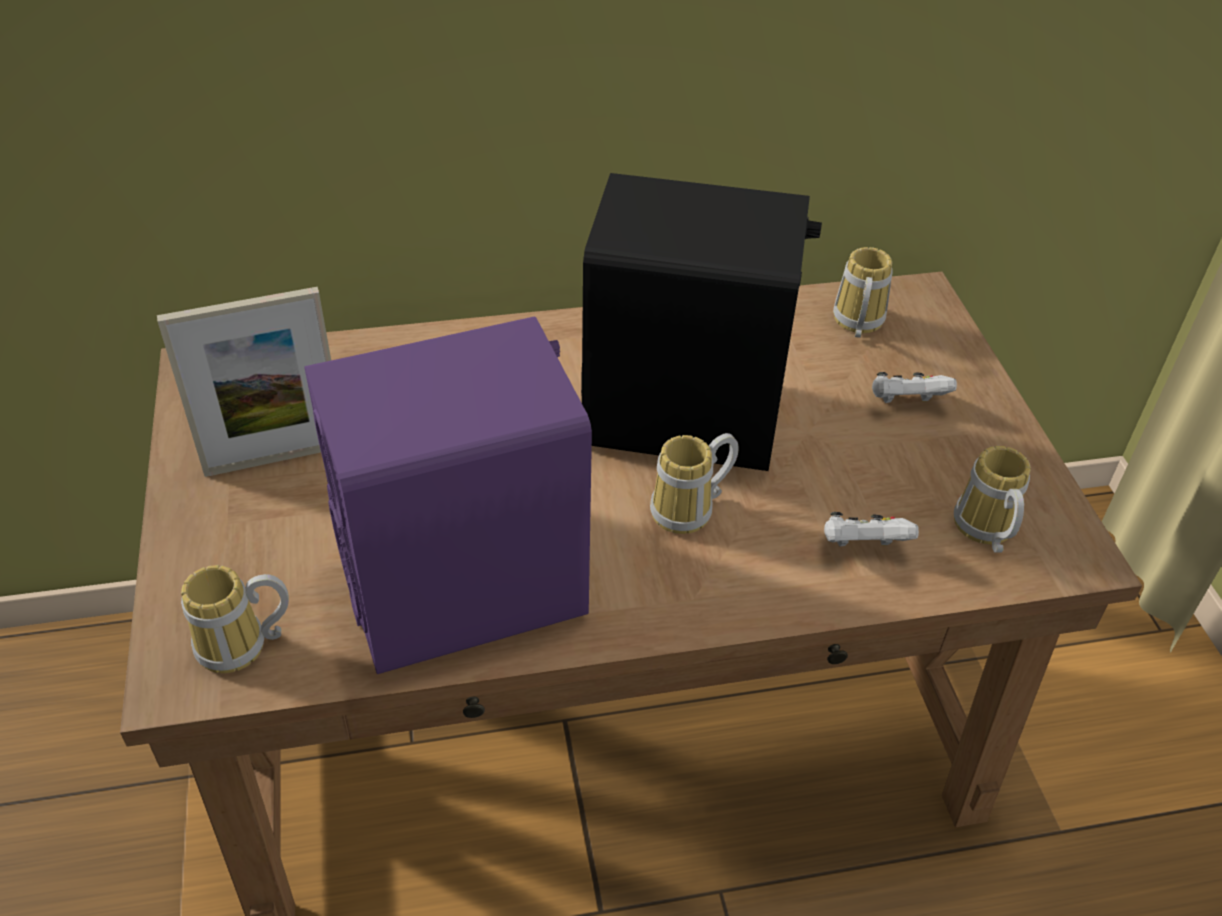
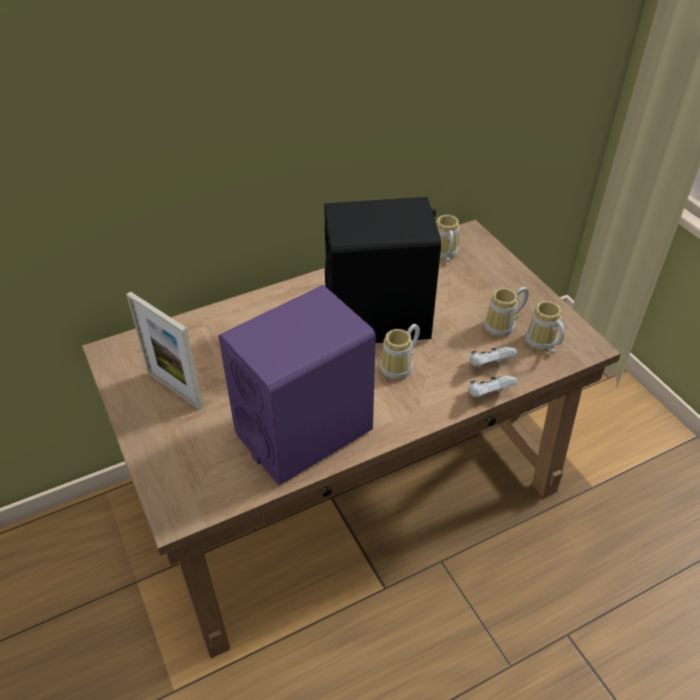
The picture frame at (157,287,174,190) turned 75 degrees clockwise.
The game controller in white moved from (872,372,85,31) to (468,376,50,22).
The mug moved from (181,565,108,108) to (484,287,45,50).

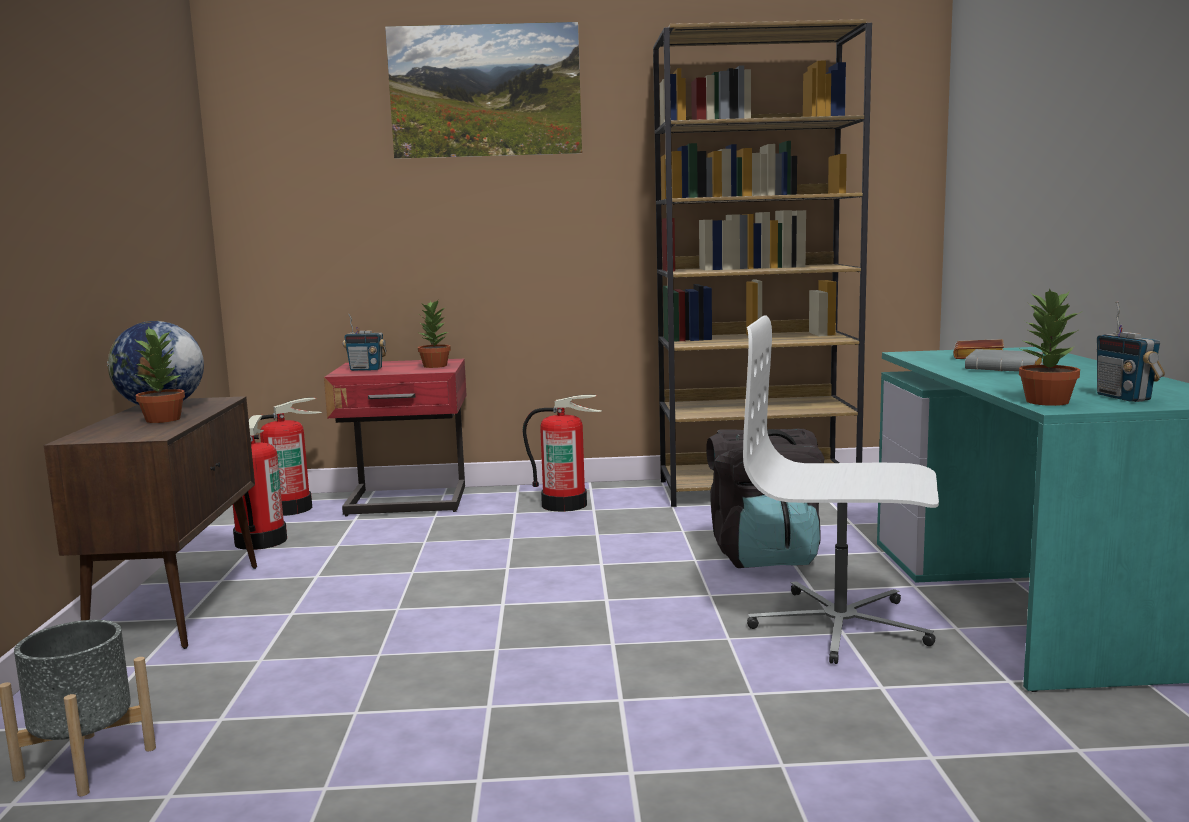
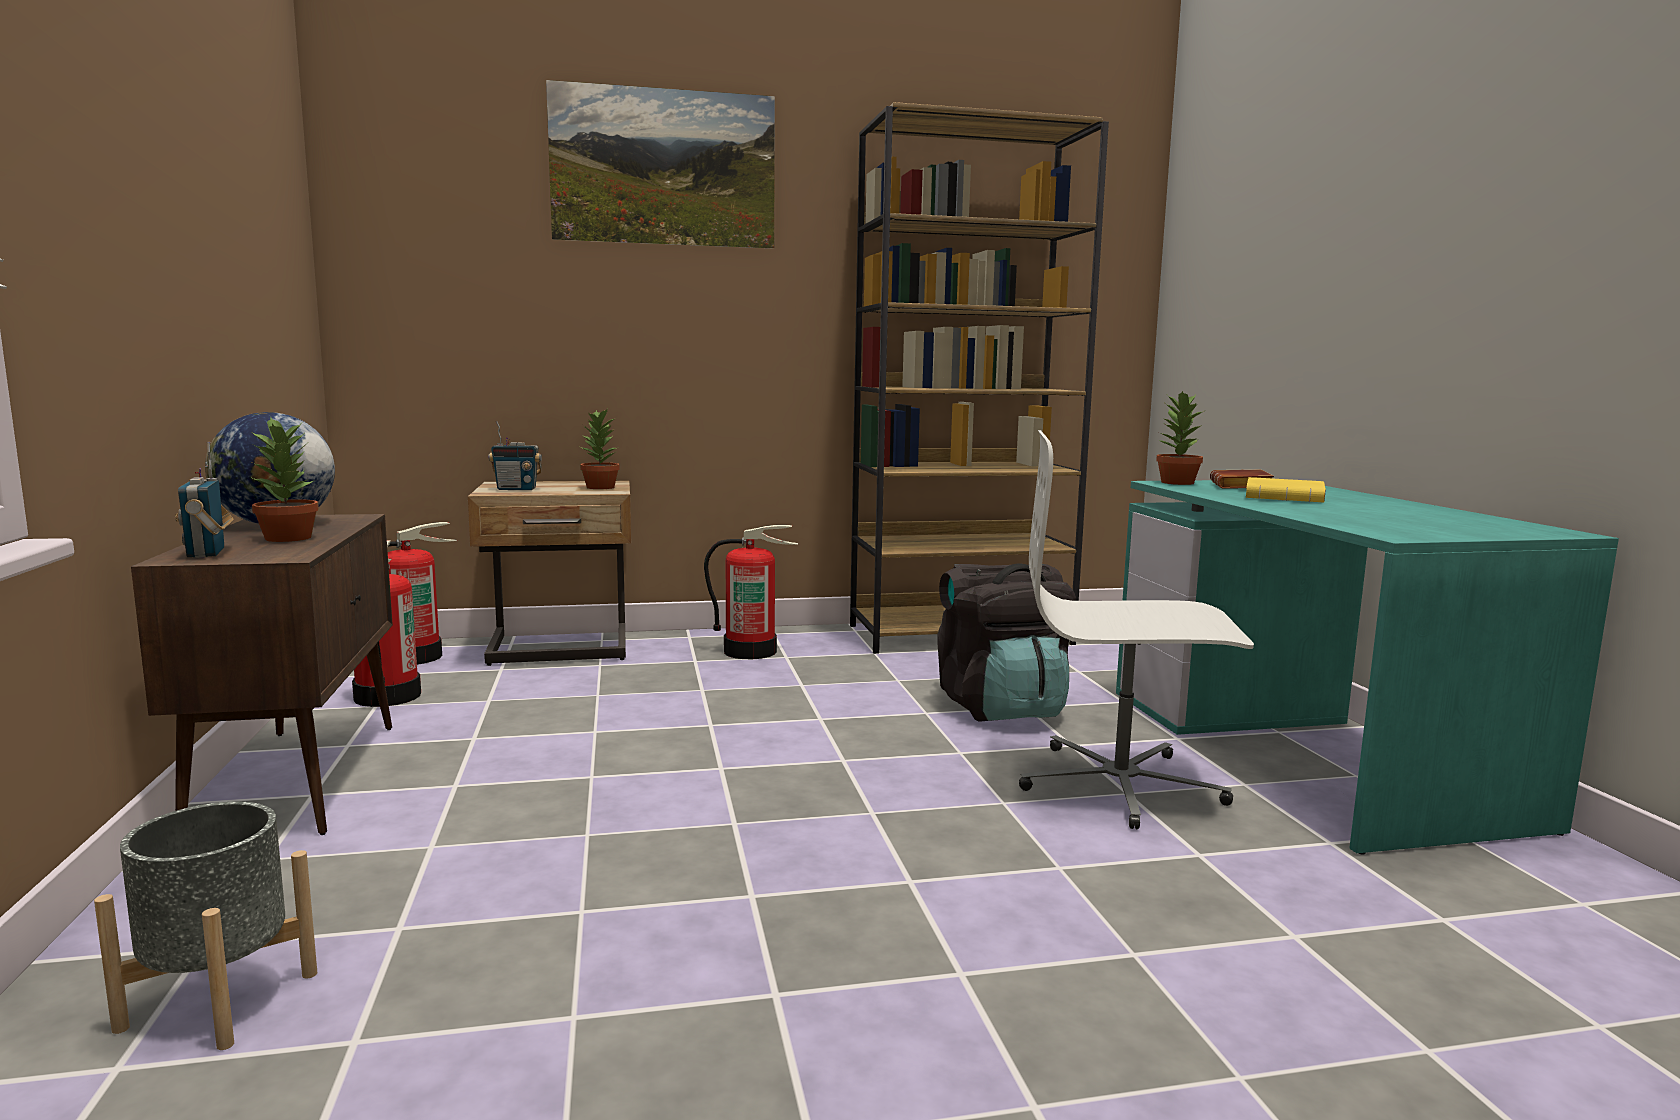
The radio moved from (1097,301,68,101) to (175,442,59,116).
The nightstand in red at (324,359,143,157) became the nightstand in beige at (468,481,163,185).
The potted plant moved from (1018,288,63,118) to (1156,391,48,94).
The book in grey at (965,349,78,23) became the book in yellow at (1246,477,80,25).

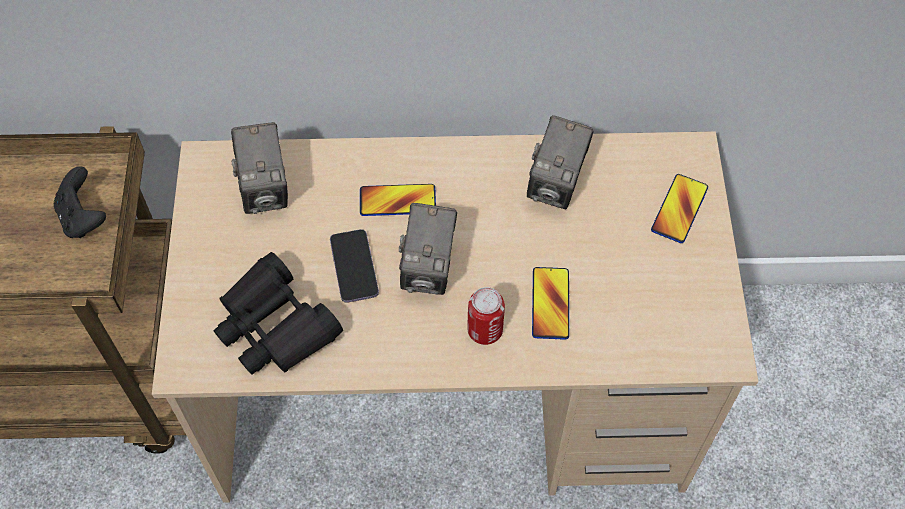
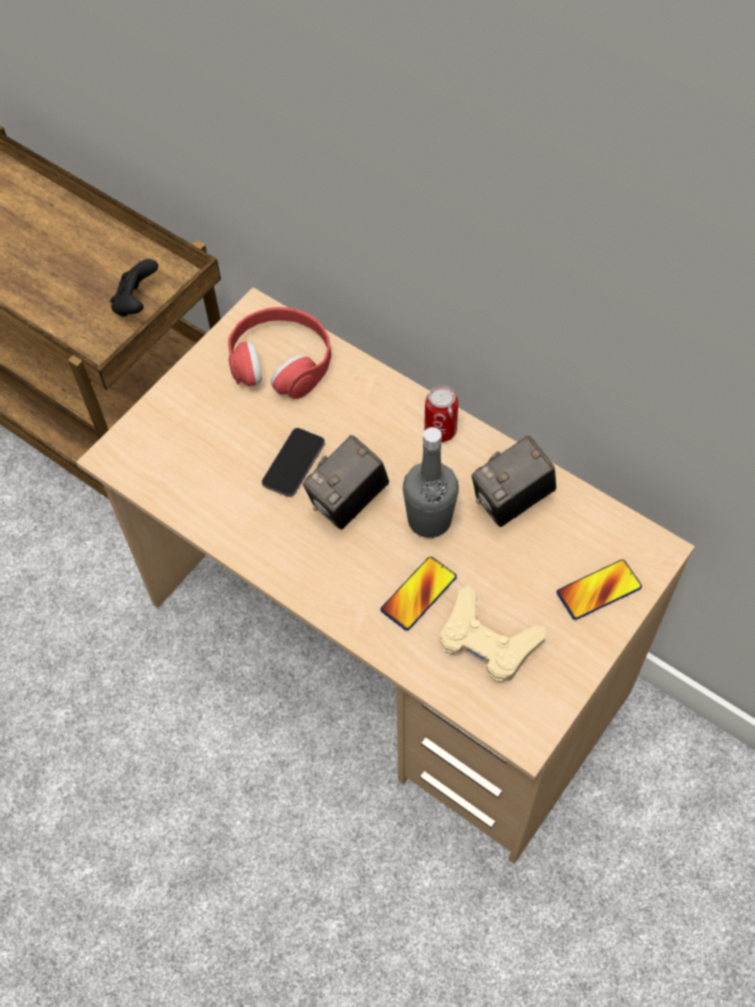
The photo camera at (231,122,57,92) was replaced by the headphones in red at (228,307,103,92).
The bottle in grey at (403,427,56,111) appeared.
The can moved from (467,287,38,58) to (424,385,34,57).
The game controller in beige at (440,585,105,97) appeared.
The binoculars in black at (213,252,130,123) disappeared.
The phone at (360,184,76,32) disappeared.

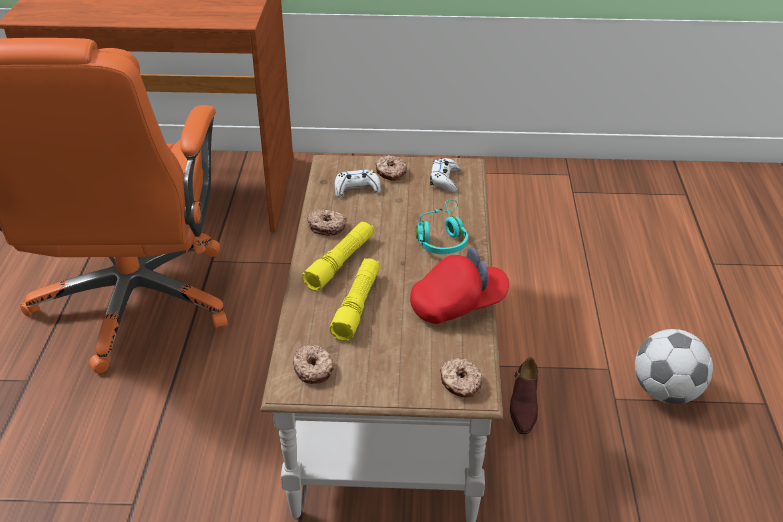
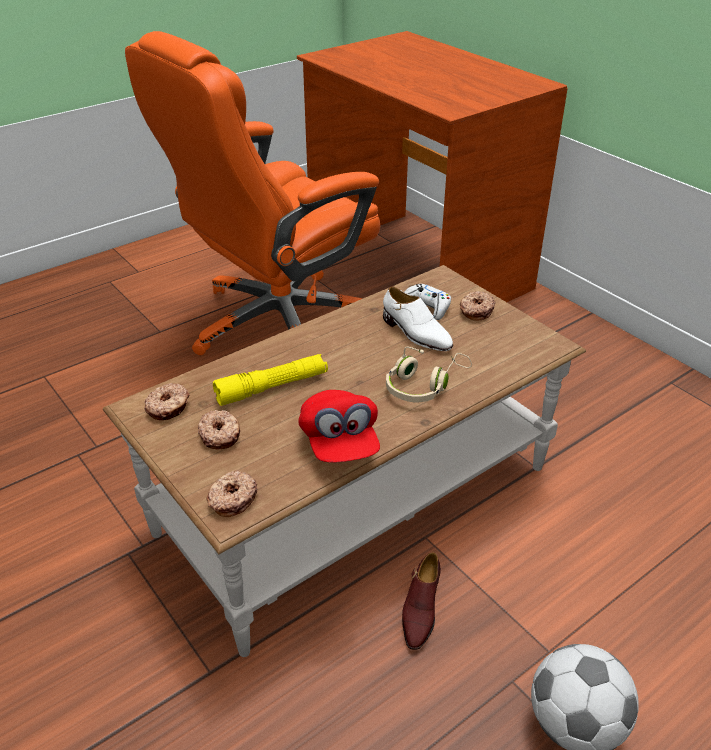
The donut moved from (307,210,40,26) to (198,410,42,40).
The cap in red at (410,247,99,77) turned 45 degrees clockwise.
The shoe in white at (383,286,70,65) appeared.
The headphones in turquoise at (416,200,53,54) became the headphones in beige at (386,347,86,55).
The shoe in brown at (510,357,28,77) turned 45 degrees counterclockwise.
The flashlight in yellow at (302,221,73,70) disappeared.
The game controller in white at (430,158,31,34) disappeared.

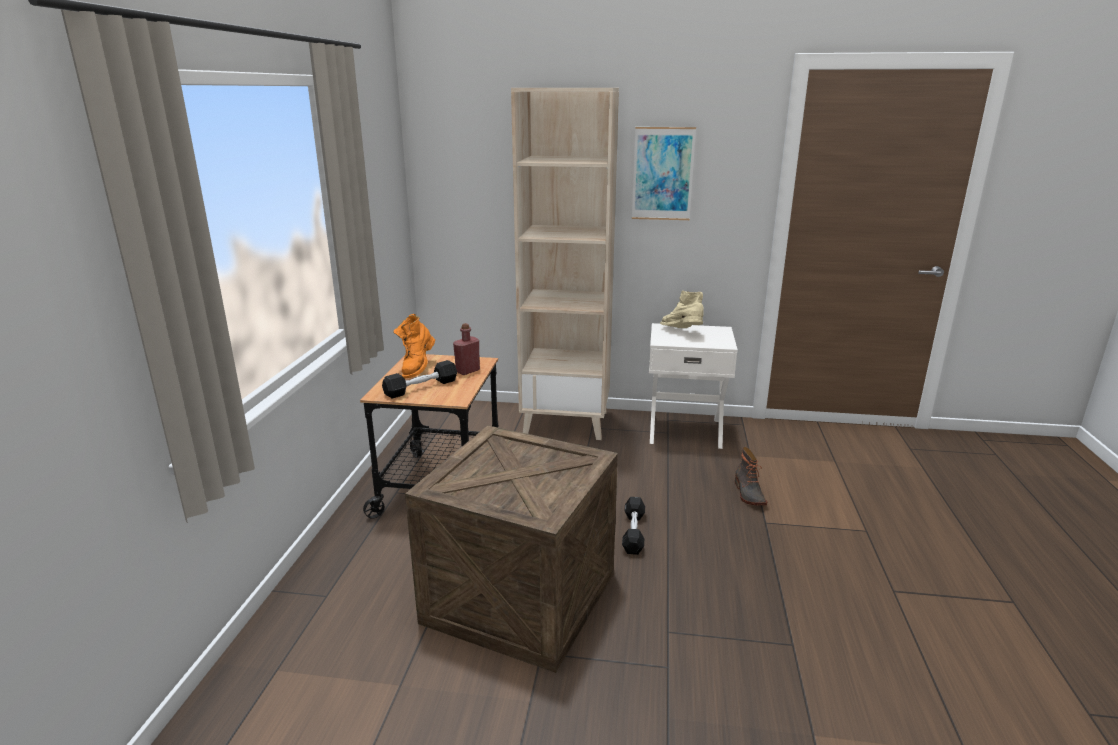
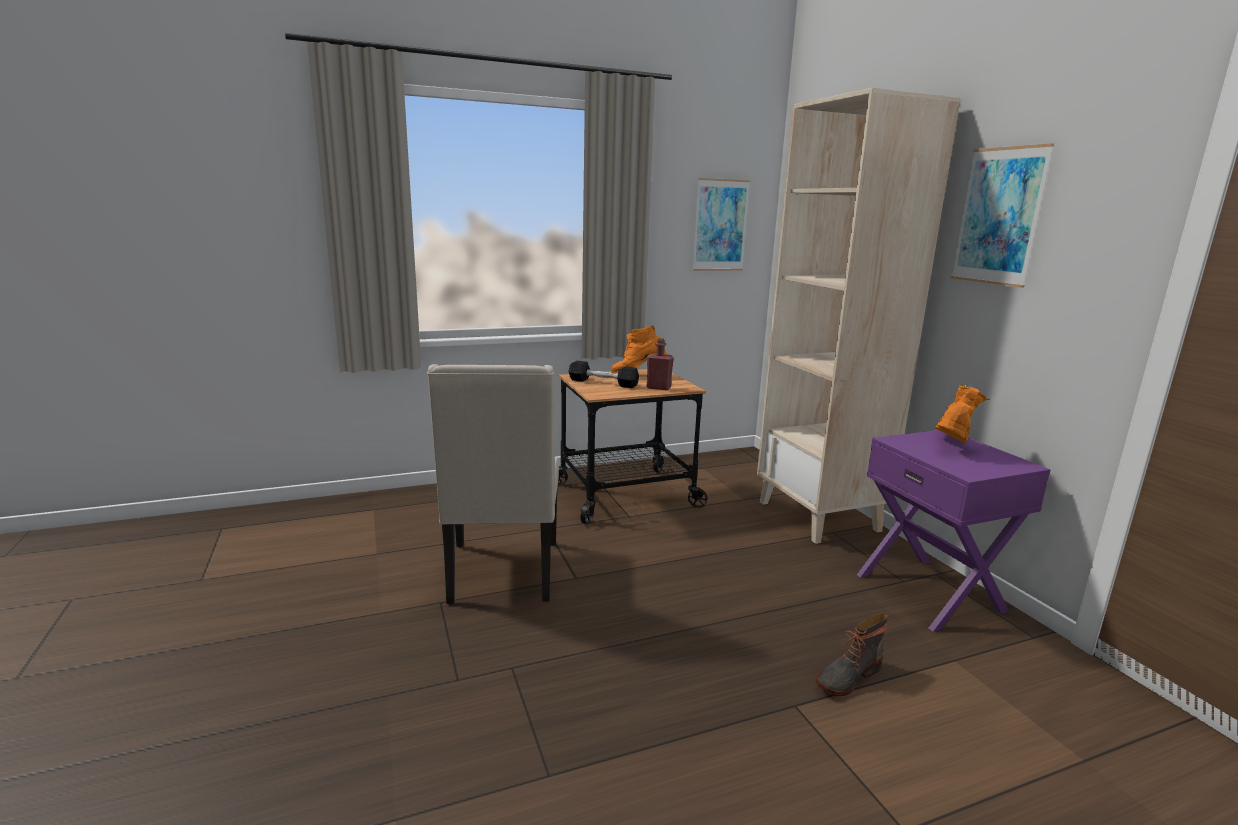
The crate at (405,425,213,248) was replaced by the chair in beige at (427,364,132,240).
The picture at (692,178,58,93) appeared.
The nightstand in white at (649,323,89,126) became the nightstand in purple at (857,430,194,202).
The boot in beige at (660,291,44,37) became the boot in orange at (935,384,55,59).
The dumbbell in black at (622,497,23,58) disappeared.

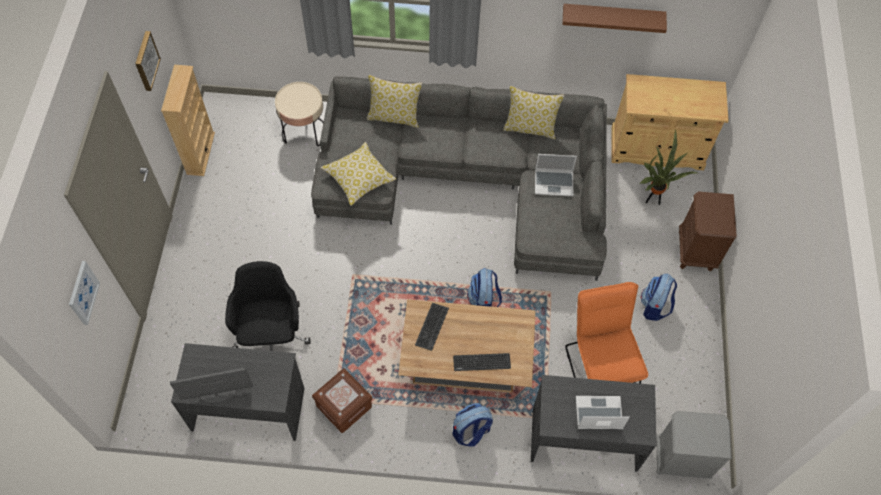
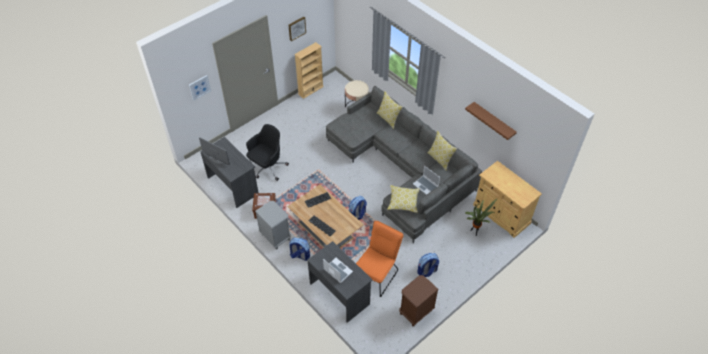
The nightstand in grey moved from (656,411,76,68) to (255,201,36,48).
The pillow moved from (320,142,76,64) to (387,185,33,28).
The nightstand in brown moved from (679,191,58,81) to (399,275,40,51).

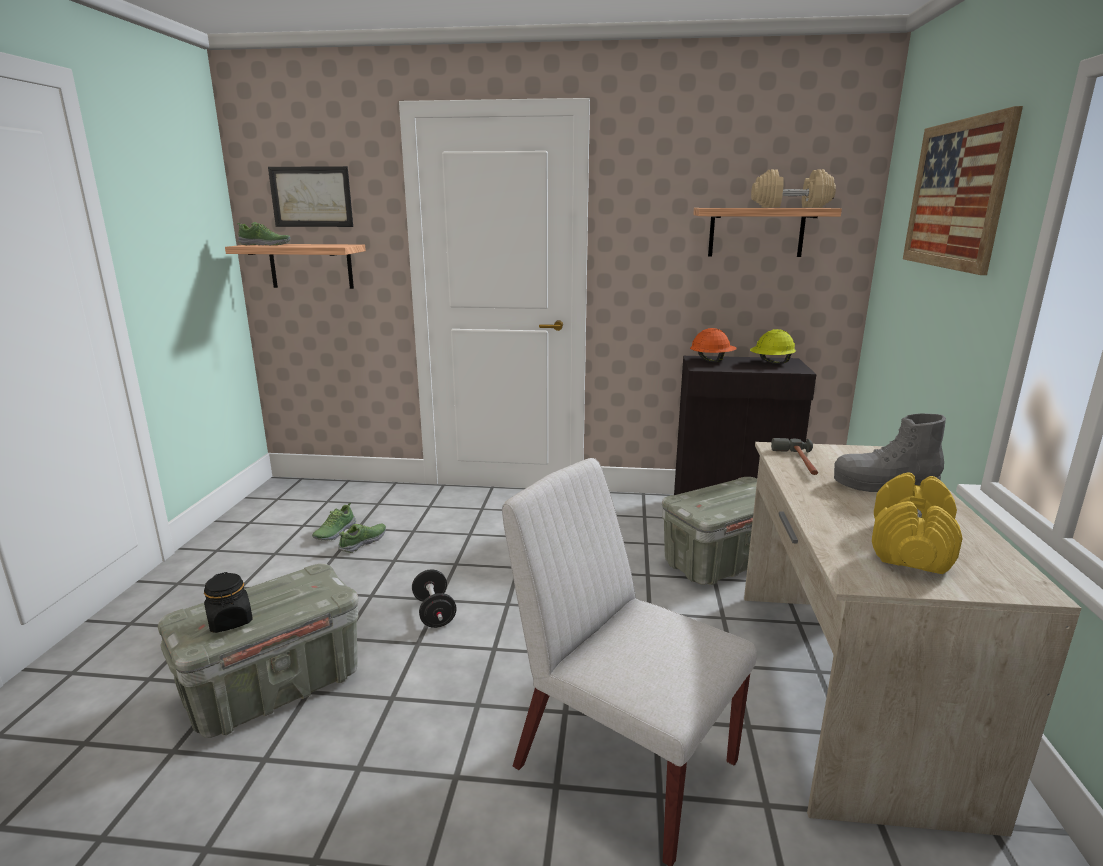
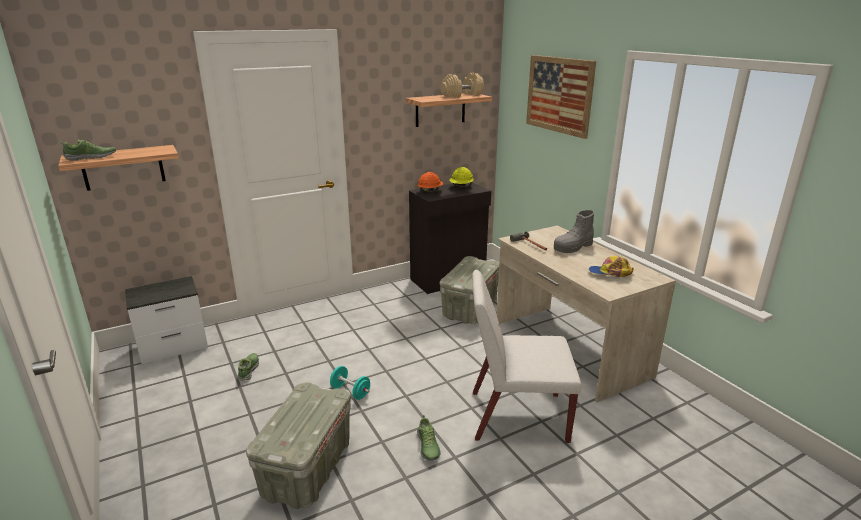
The nightstand at (125,276,83,88) appeared.
The dumbbell in black at (412,569,45,59) became the dumbbell in turquoise at (330,366,40,34).
The shoe moved from (312,503,44,38) to (417,415,23,46).
The dumbbell in yellow at (872,472,91,102) was replaced by the cap at (589,256,45,21).
The jar in black at (204,572,49,61) disappeared.
The picture at (268,166,85,61) disappeared.

